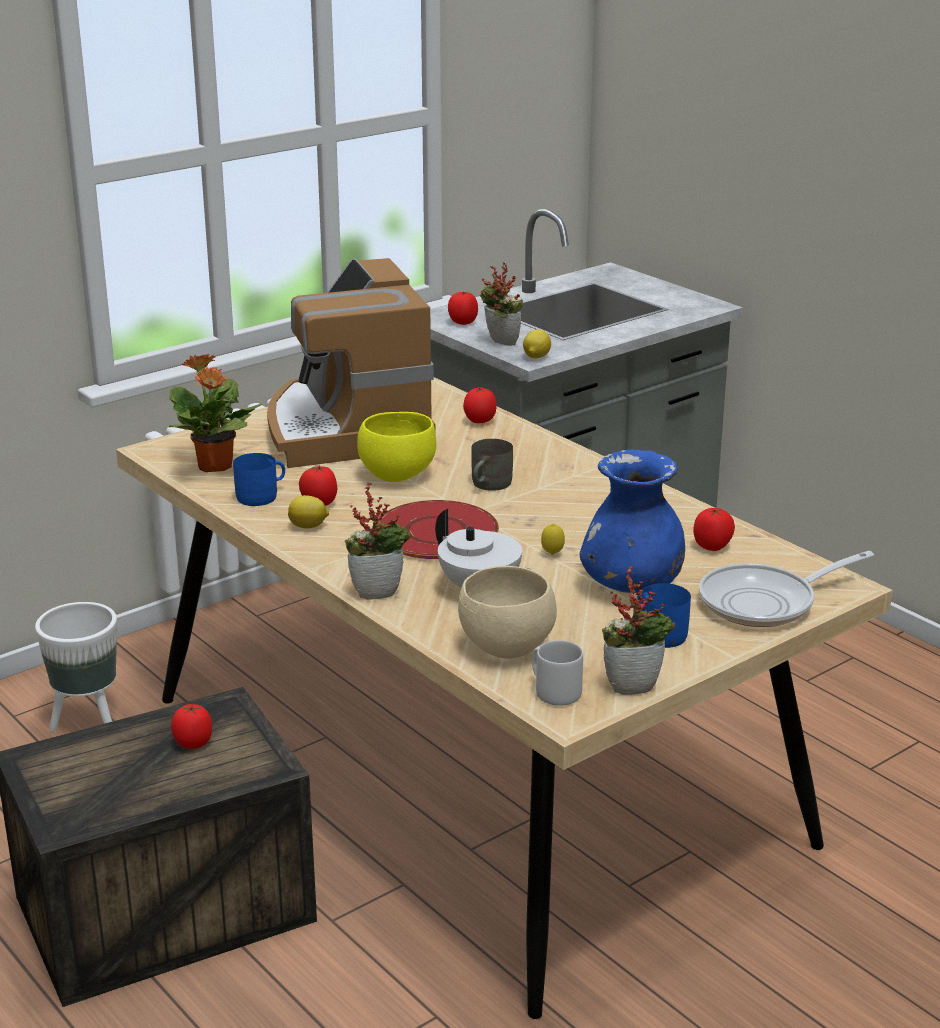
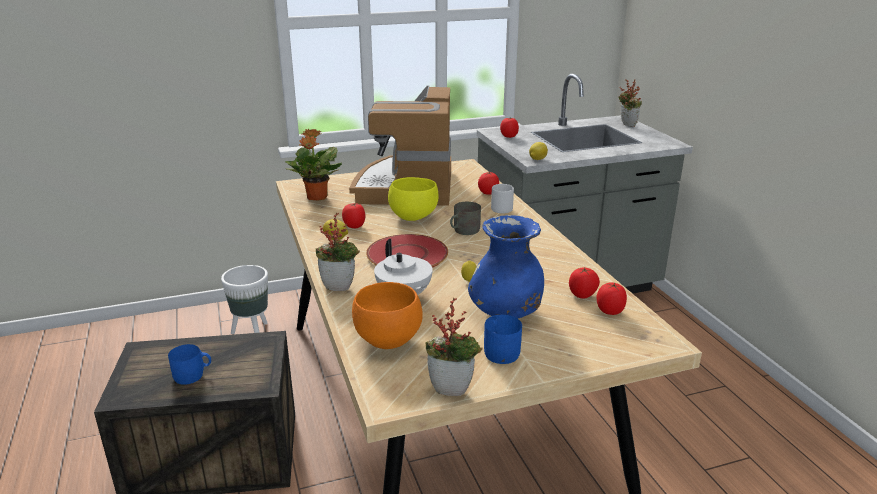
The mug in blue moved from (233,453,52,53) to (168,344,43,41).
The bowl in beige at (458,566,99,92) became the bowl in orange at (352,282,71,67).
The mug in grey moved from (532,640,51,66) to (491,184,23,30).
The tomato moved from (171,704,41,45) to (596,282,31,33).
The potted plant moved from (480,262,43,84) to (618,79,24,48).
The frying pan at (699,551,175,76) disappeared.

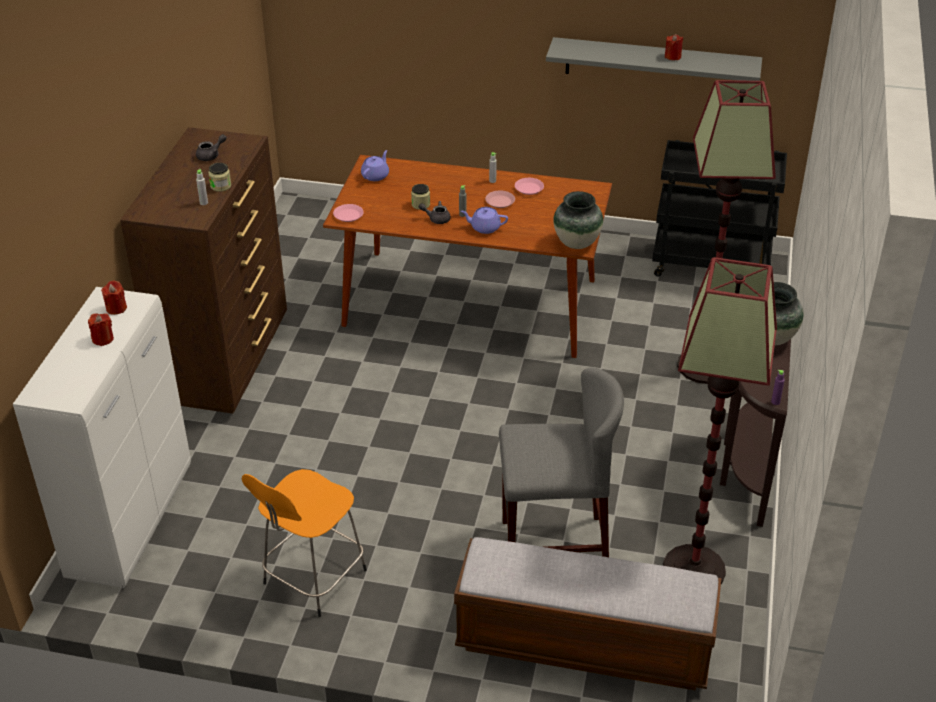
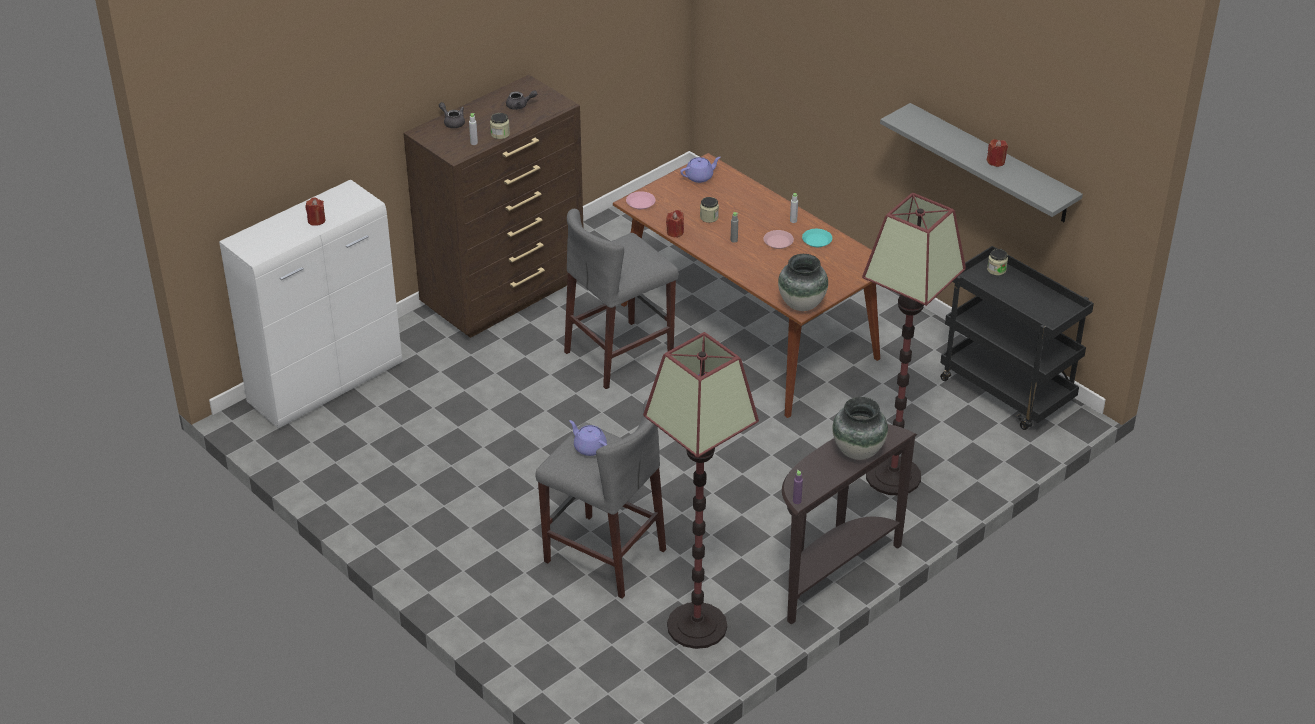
The teapot in grey moved from (419,201,32,23) to (439,102,26,26).
The stool in grey at (564,209,115,180) appeared.
The teapot in purple moved from (461,207,47,27) to (569,420,38,36).
The candle in red moved from (101,280,26,35) to (666,210,18,28).
The plate in pink at (515,178,29,17) became the plate in turquoise at (802,229,30,18).
The jar at (987,249,21,26) appeared.
The stool in orange at (242,469,125,148) disappeared.
The bench at (454,537,267,154) disappeared.

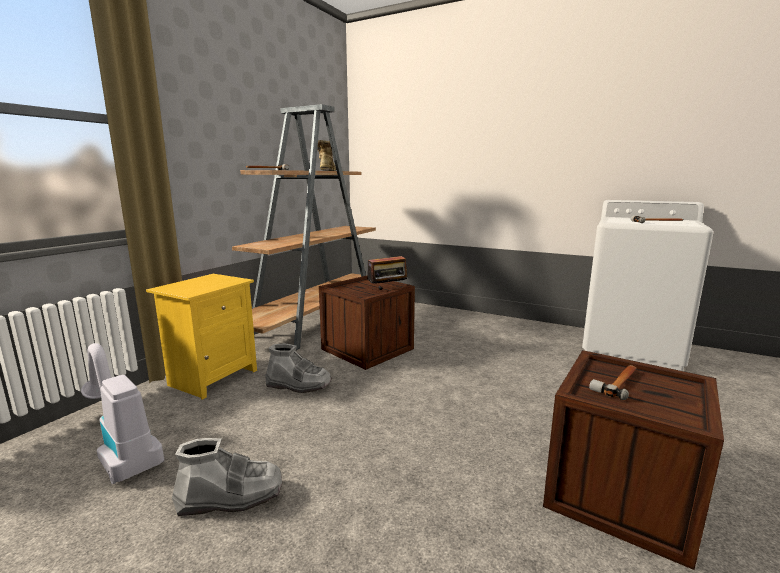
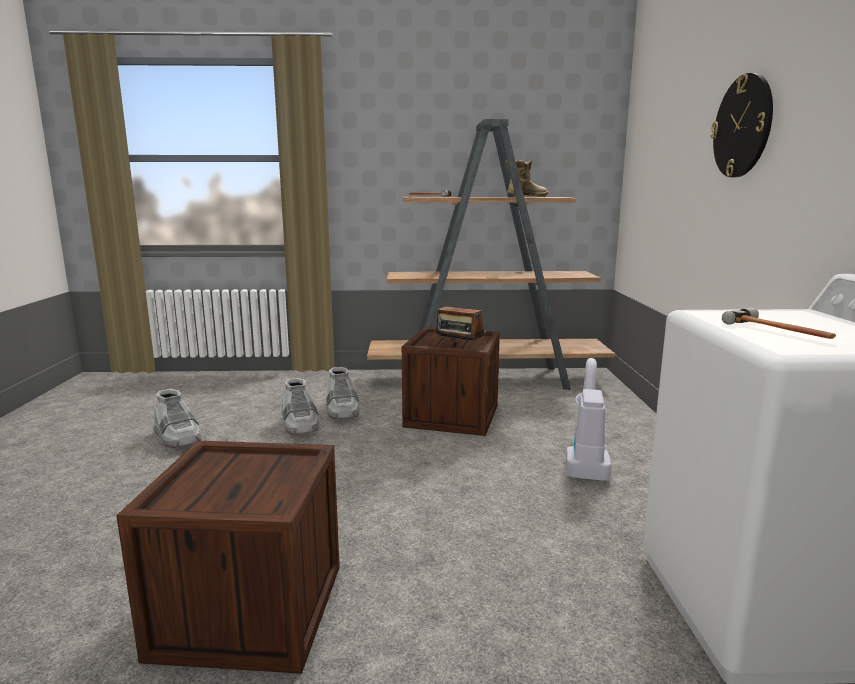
The boot in grey at (281,378,39,57) appeared.
The vacuum cleaner moved from (81,343,83,141) to (566,358,45,124).
The wall clock at (711,73,62,104) appeared.
The nightstand in yellow at (146,274,111,126) disappeared.
The hammer at (589,365,47,35) disappeared.

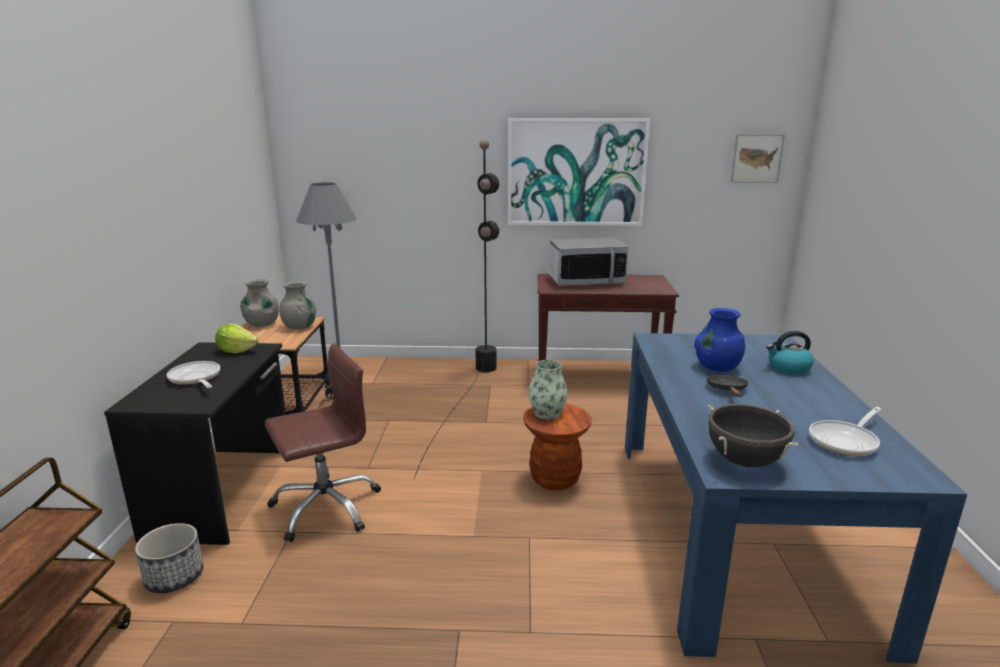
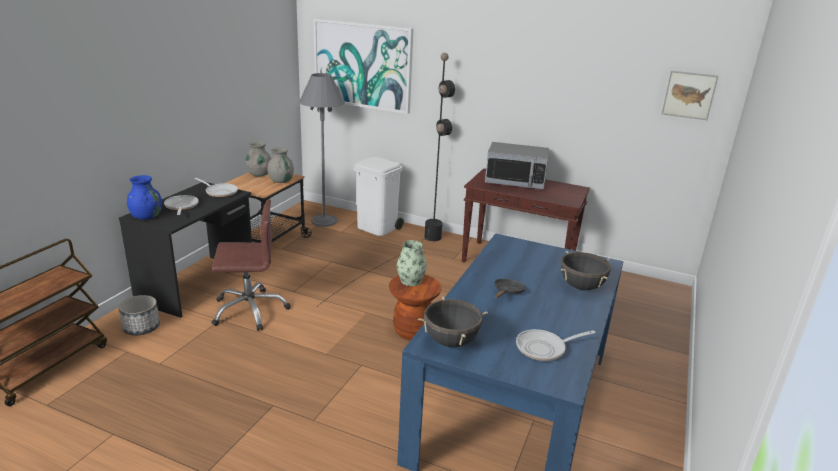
The vase in blue moved from (694,308,52,64) to (127,175,35,45).
The lettuce at (215,323,44,30) was replaced by the frying pan at (194,178,44,19).
The picture moved from (508,118,142,108) to (313,18,100,96).
The trash can in white at (353,157,51,79) appeared.
The kettle at (766,331,48,43) was replaced by the cooking pot in black at (561,251,50,39).

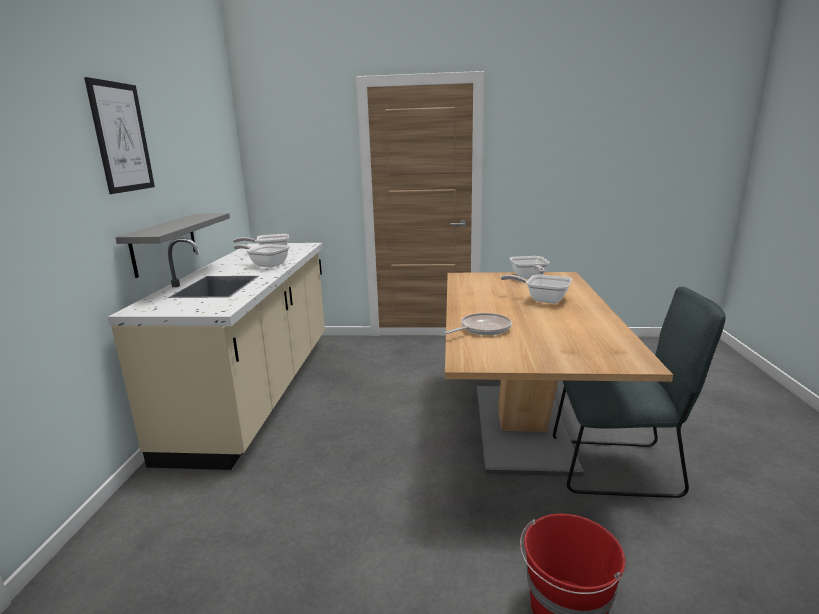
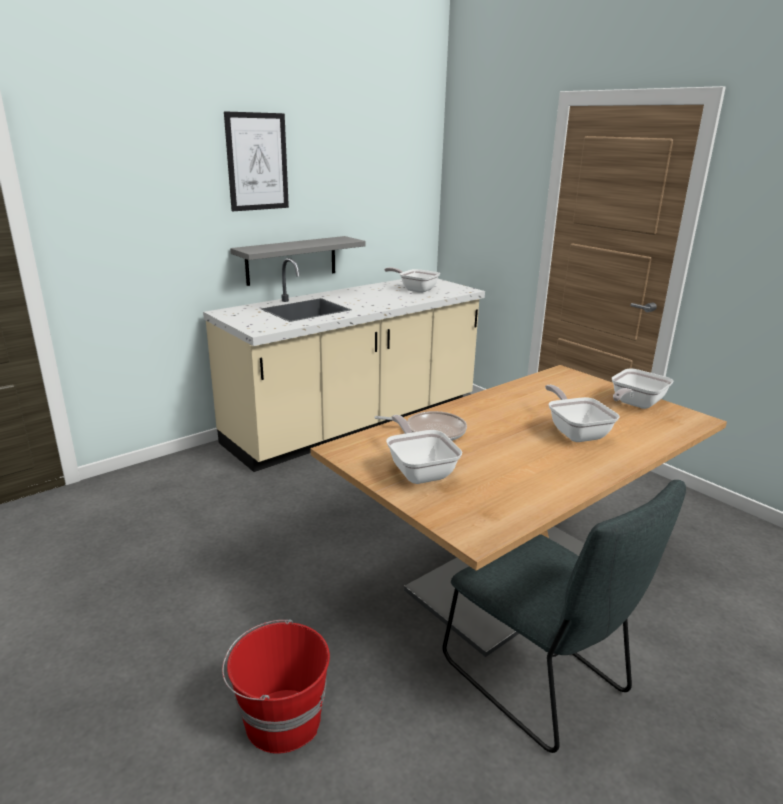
The frying pan moved from (234,244,56,23) to (386,415,76,69).

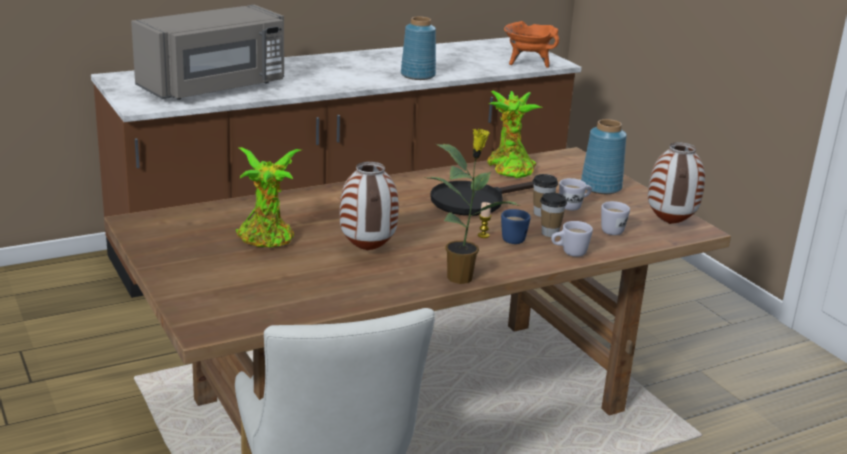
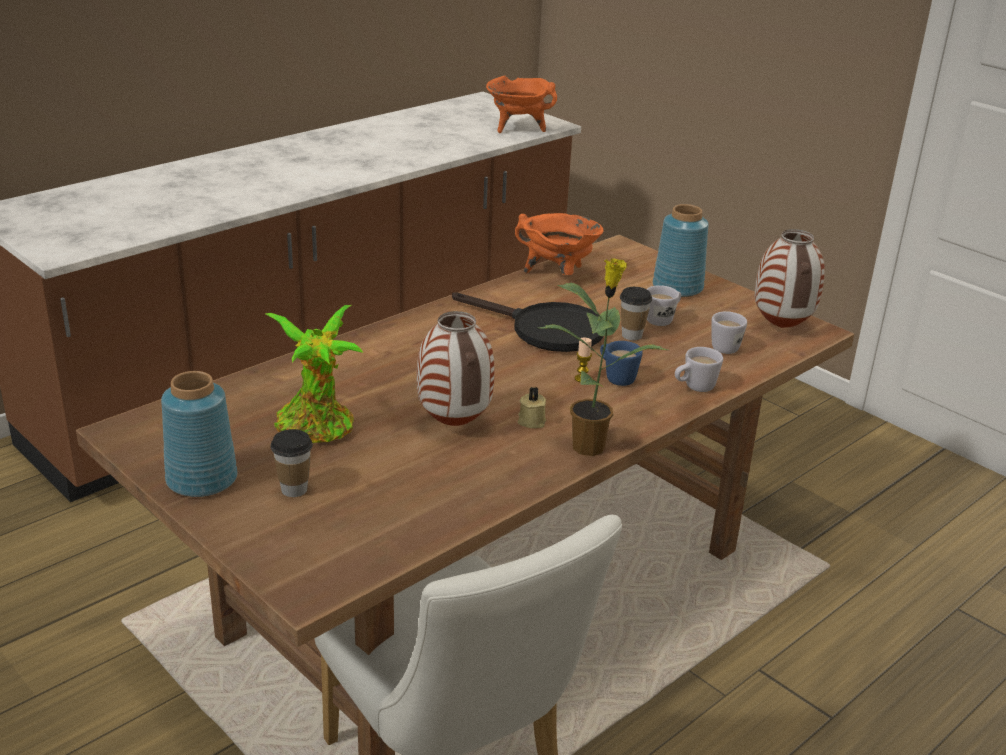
The vase in blue moved from (401,16,35,64) to (161,371,76,126).
The cup moved from (540,193,27,44) to (271,429,42,68).
The frying pan in black at (430,181,104,35) turned 105 degrees counterclockwise.
The potted plant at (487,91,56,87) was replaced by the cooking pot in orange at (515,213,89,62).
The candle in beige at (518,387,28,41) appeared.
The microwave in grey at (131,5,153,95) disappeared.

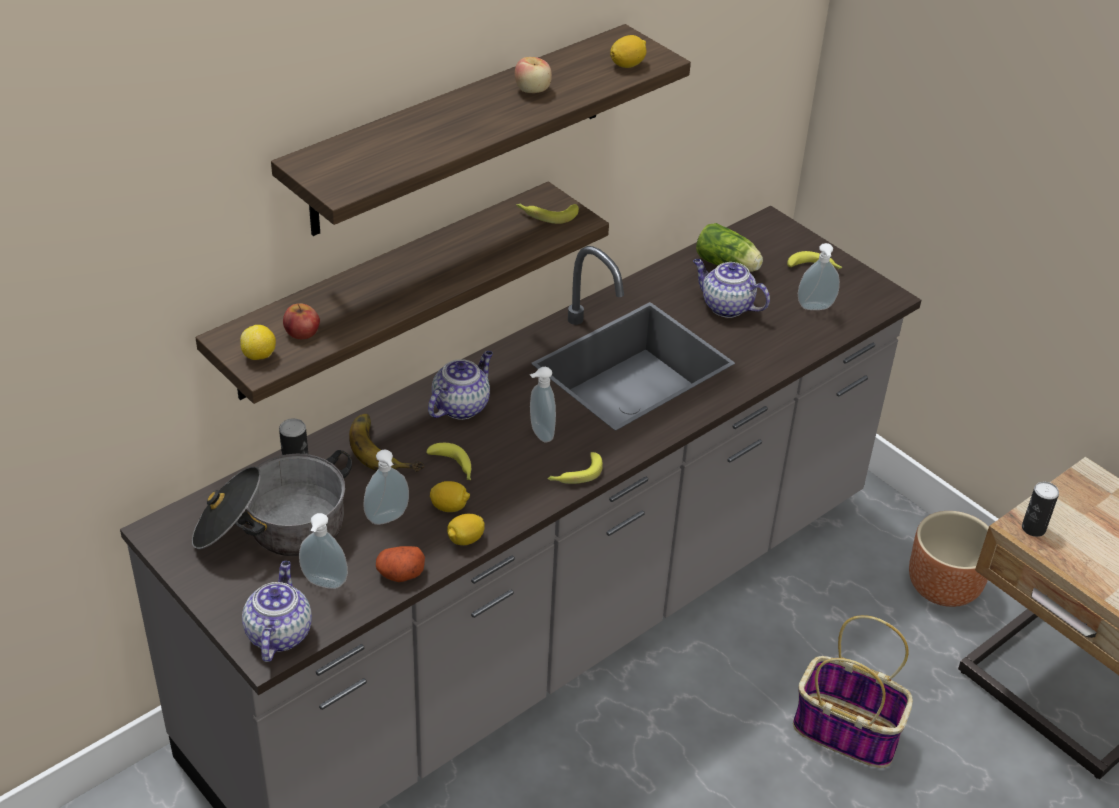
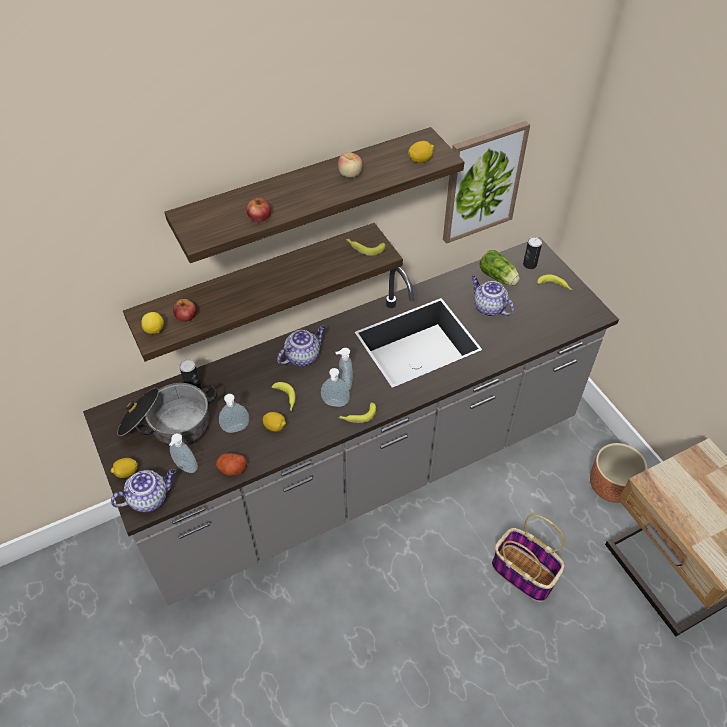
The lemon moved from (447,514,38,31) to (111,458,27,20).
The teapot at (242,561,70,101) turned 45 degrees clockwise.
The apple at (247,197,24,25) appeared.
The soap dispenser moved from (798,243,42,67) to (321,368,29,39).
The picture at (443,121,87,123) appeared.
The can moved from (1022,482,37,55) to (523,237,19,32).
The banana at (349,414,75,58) disappeared.

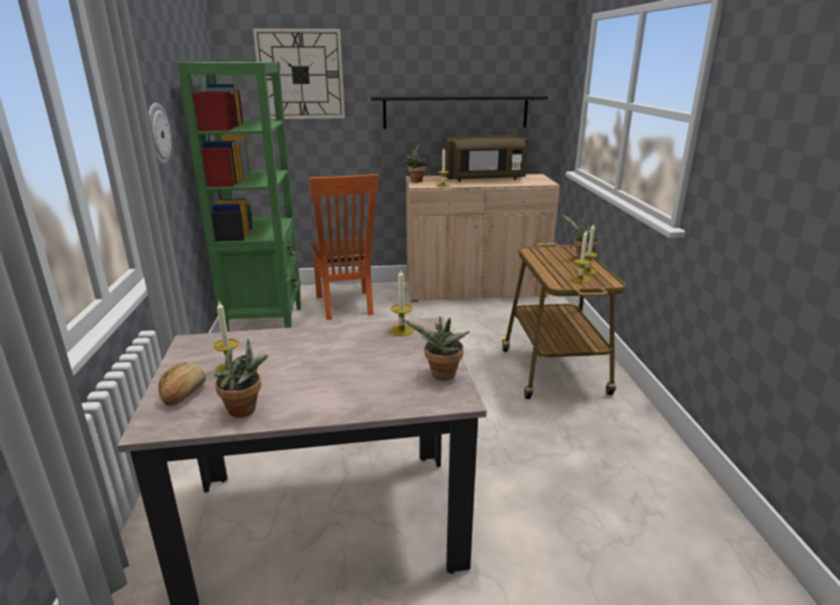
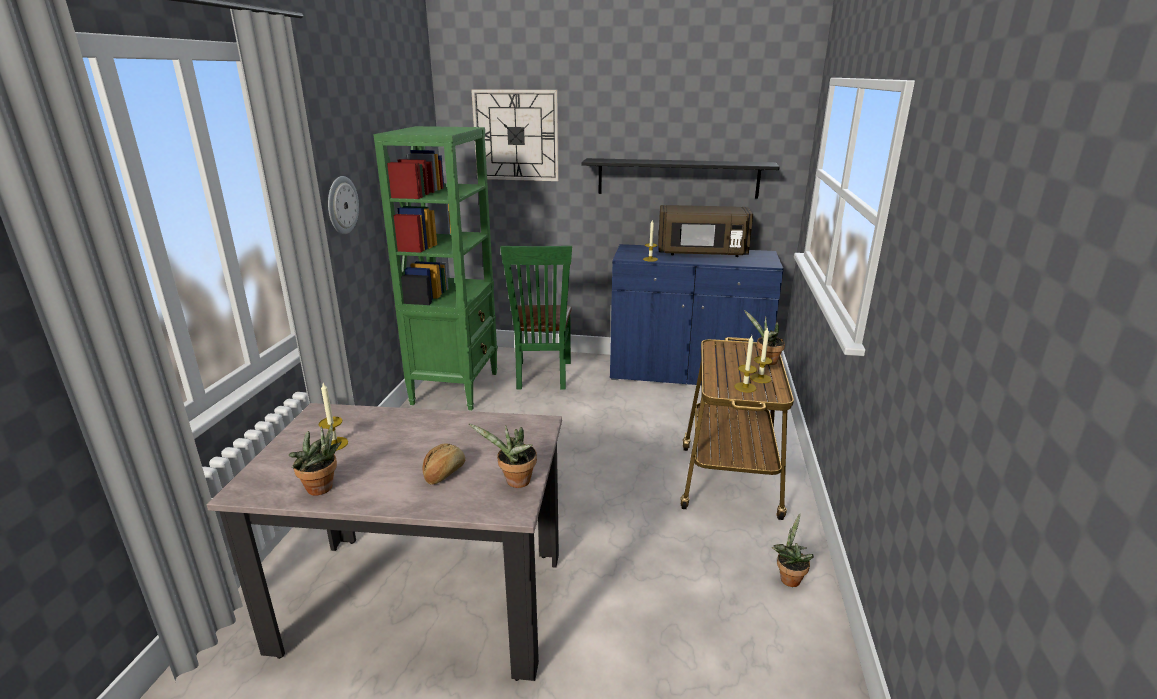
The bread moved from (158,362,48,44) to (423,444,42,41).
The chair in orange at (309,174,69,146) became the chair in green at (500,246,72,144).
The cabinet in beige at (406,174,154,128) became the cabinet in blue at (610,244,174,144).
The potted plant moved from (404,144,23,38) to (772,514,42,73).
The candle at (390,270,24,66) disappeared.

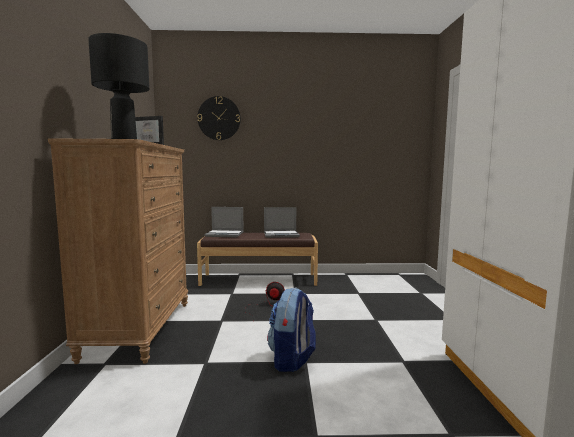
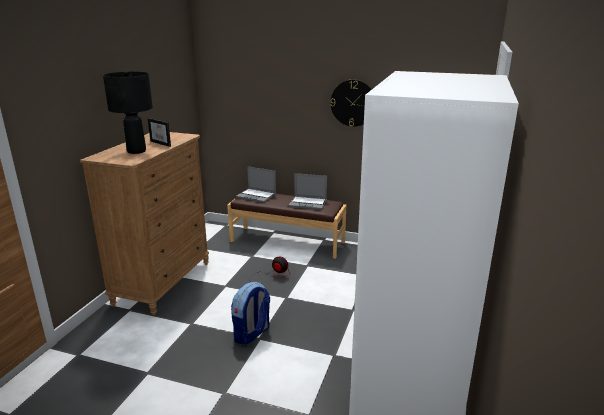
The wall clock moved from (197,96,44,44) to (330,80,42,47).

